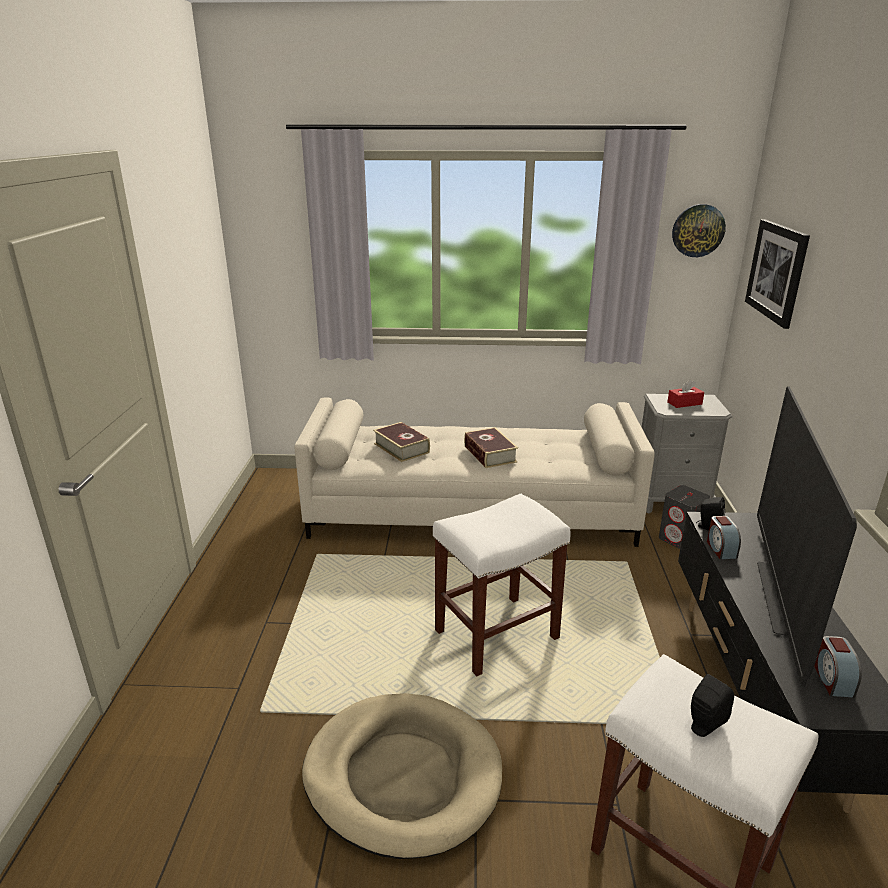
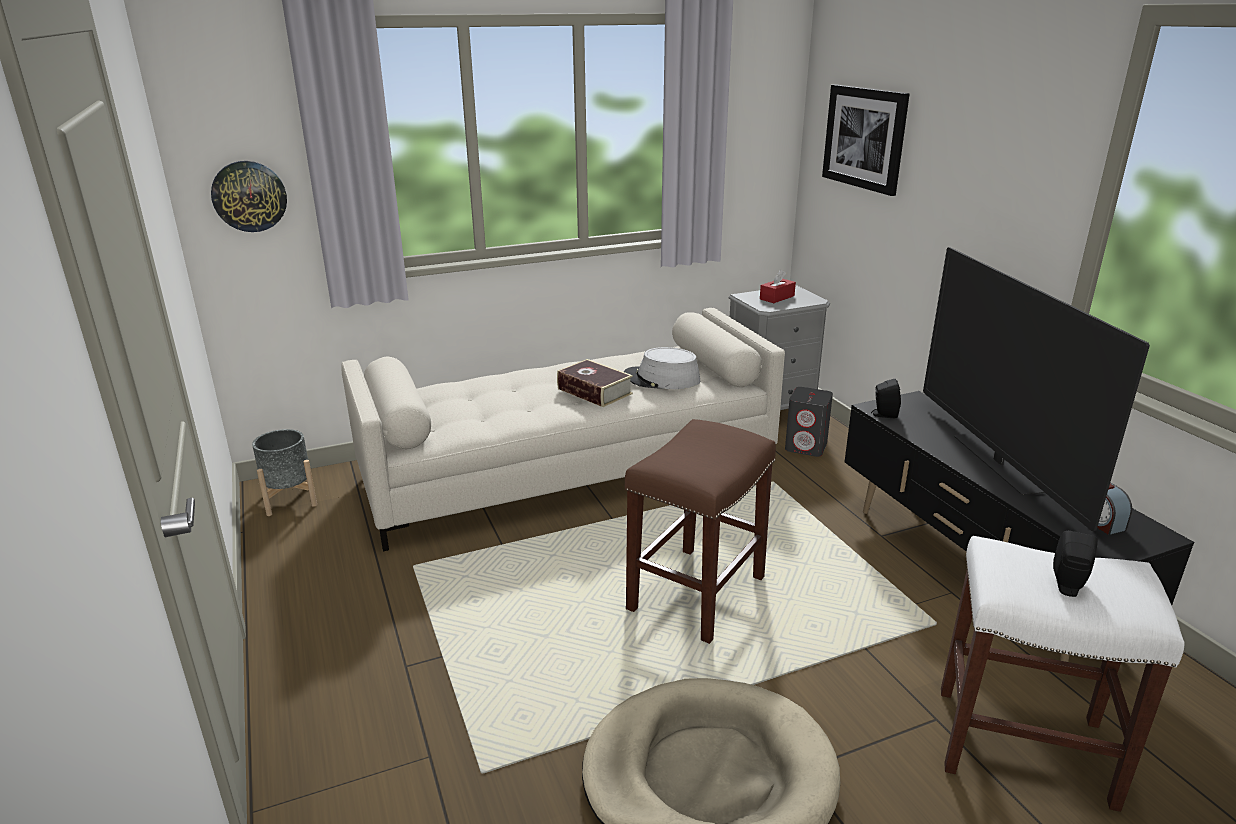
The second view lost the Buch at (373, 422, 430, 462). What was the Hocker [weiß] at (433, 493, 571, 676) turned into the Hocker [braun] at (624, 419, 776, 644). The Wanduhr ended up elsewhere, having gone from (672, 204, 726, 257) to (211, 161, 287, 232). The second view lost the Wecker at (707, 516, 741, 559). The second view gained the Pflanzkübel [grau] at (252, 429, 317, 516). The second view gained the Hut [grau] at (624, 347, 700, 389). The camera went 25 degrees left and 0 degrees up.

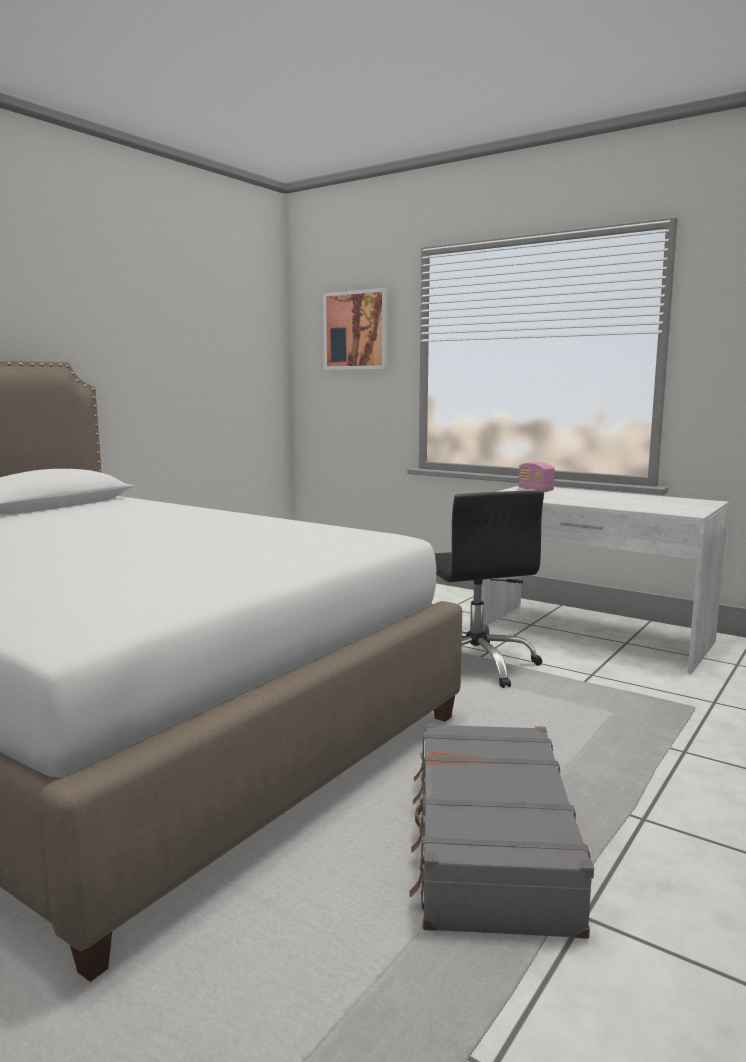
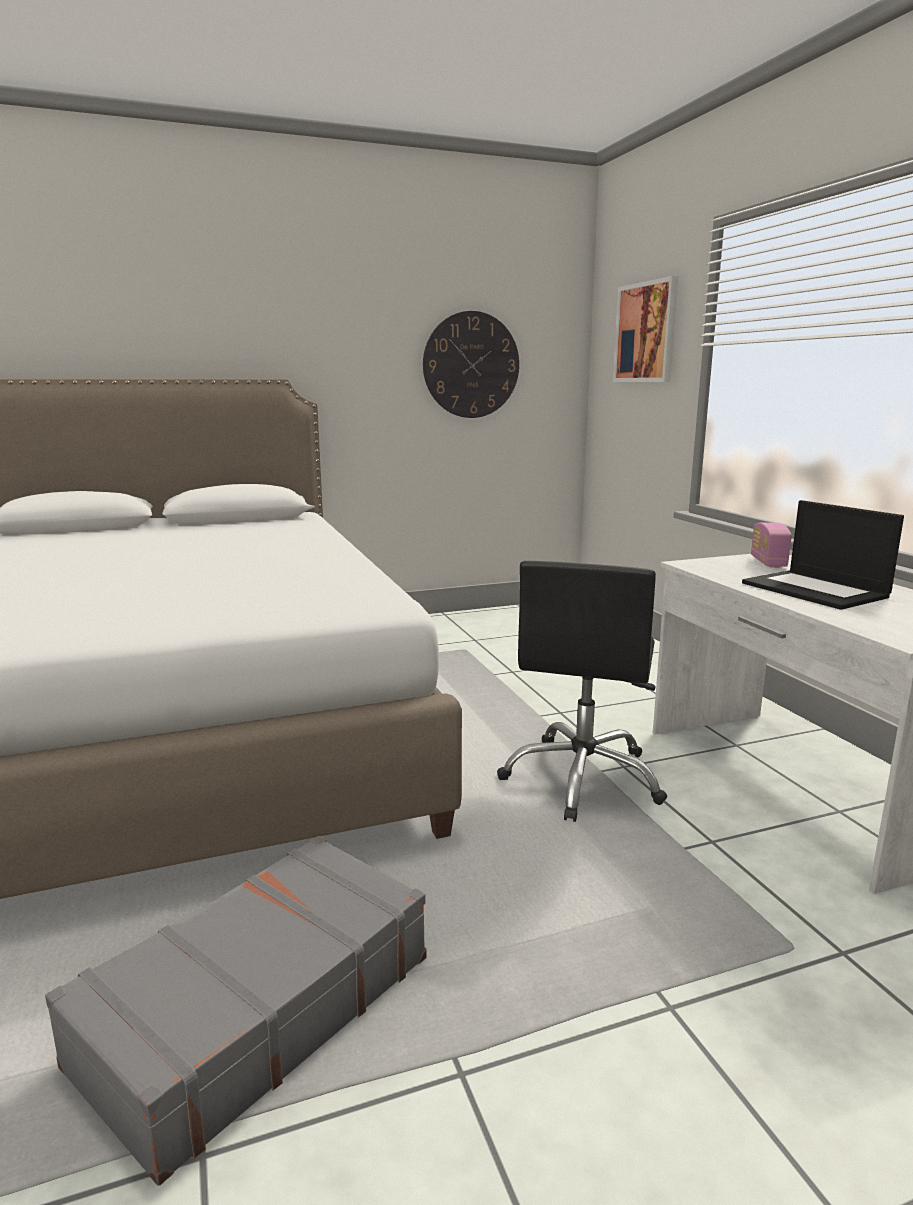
The second view gained the Wanduhr at (423, 311, 519, 418). The second view gained the Laptop at (742, 500, 904, 610). The camera went 35 degrees right and 5 degrees up.

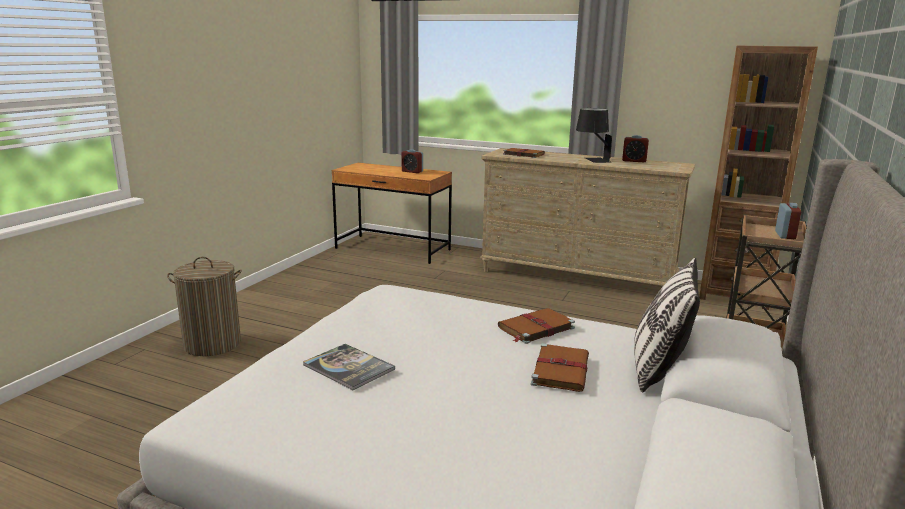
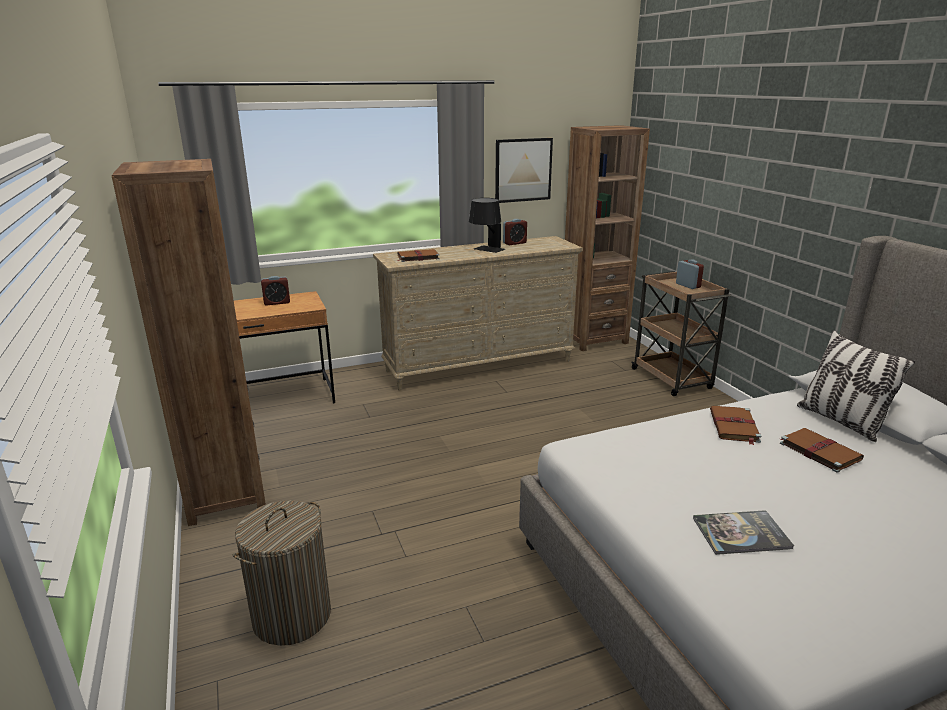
The second view gained the Bücherregal [braun] at (112, 159, 266, 526). The second view gained the Bild at (495, 138, 553, 203). The camera went 45 degrees left and 5 degrees up.

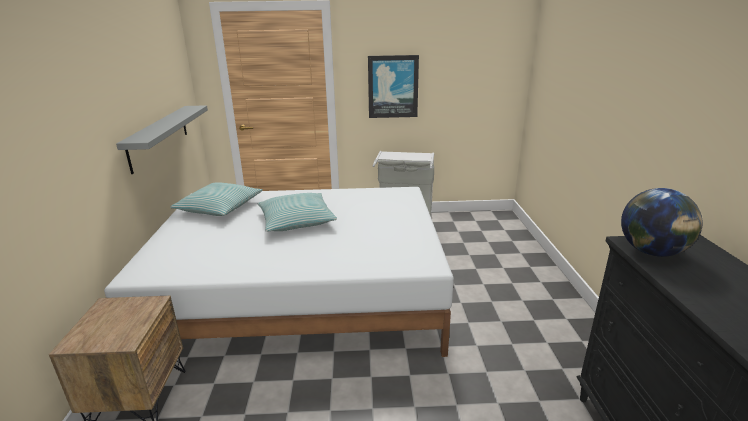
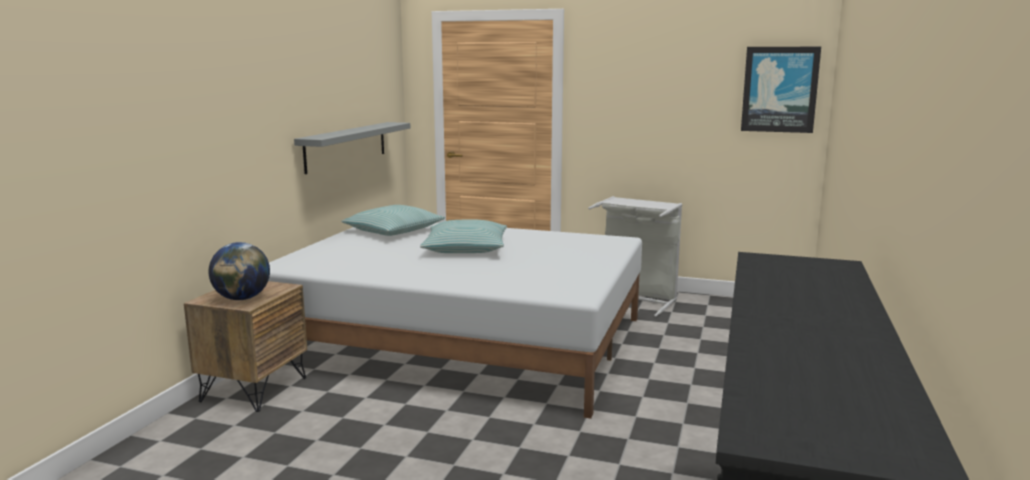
The Bild ended up elsewhere, having gone from (368, 55, 419, 118) to (741, 47, 821, 133). The Globus ended up elsewhere, having gone from (621, 188, 703, 257) to (208, 242, 270, 300). The camera went 20 degrees right and 10 degrees down.

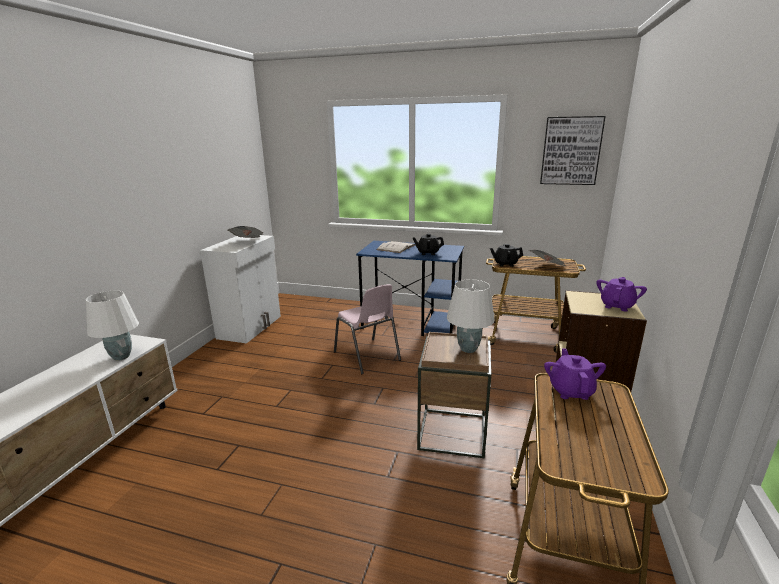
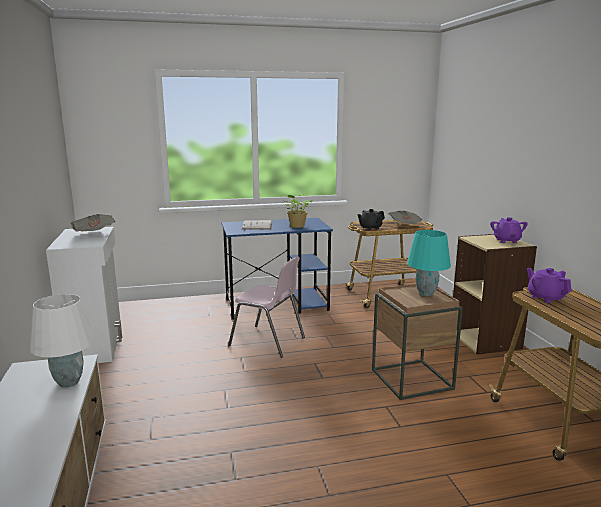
Where the Teekanne [schwarz] stood at (413, 234, 444, 255), the Topfpflanze came to stand at (285, 194, 312, 228). What was the Tischlampe [weiß] at (447, 279, 495, 353) turned into the Tischlampe [türkis] at (407, 230, 451, 296). The second view lost the Bild at (540, 116, 606, 185). The camera went 30 degrees left and 5 degrees down.

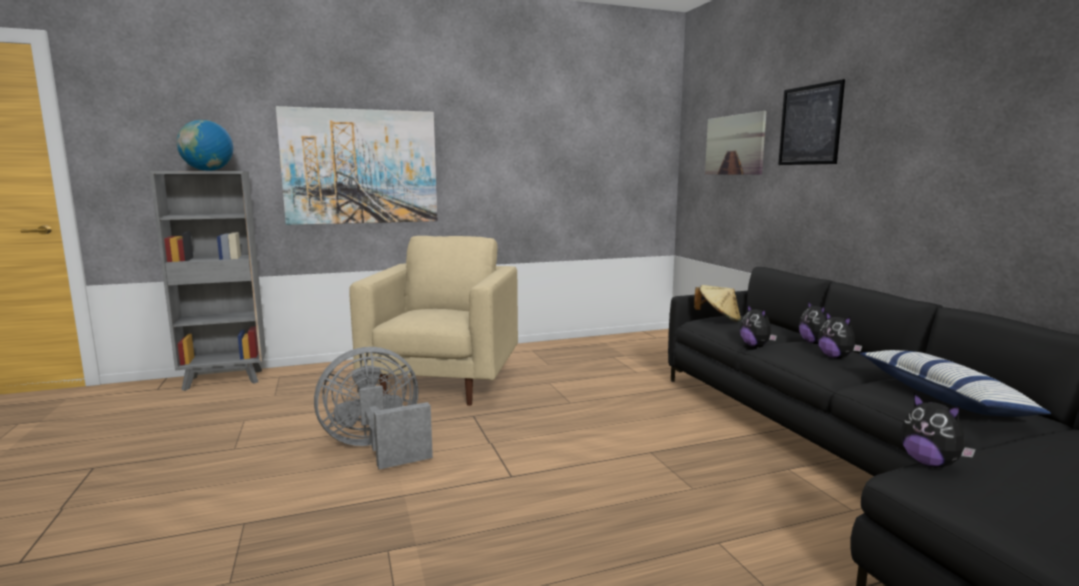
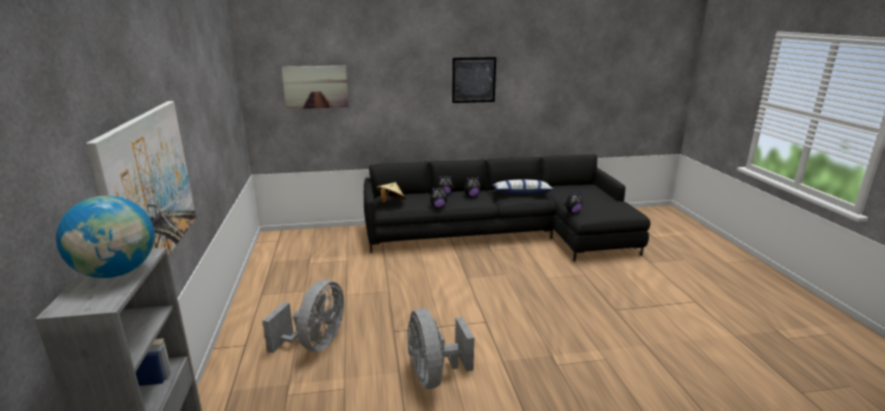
Where the Sessel [beige] stood at (349, 236, 518, 406), the Ventilator [grau] came to stand at (262, 280, 344, 353). The Bild ended up elsewhere, having gone from (778, 79, 845, 165) to (452, 57, 496, 103). The camera went 80 degrees left and 10 degrees up.

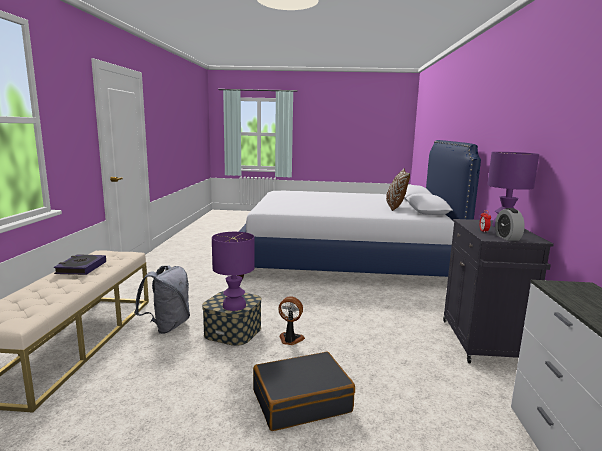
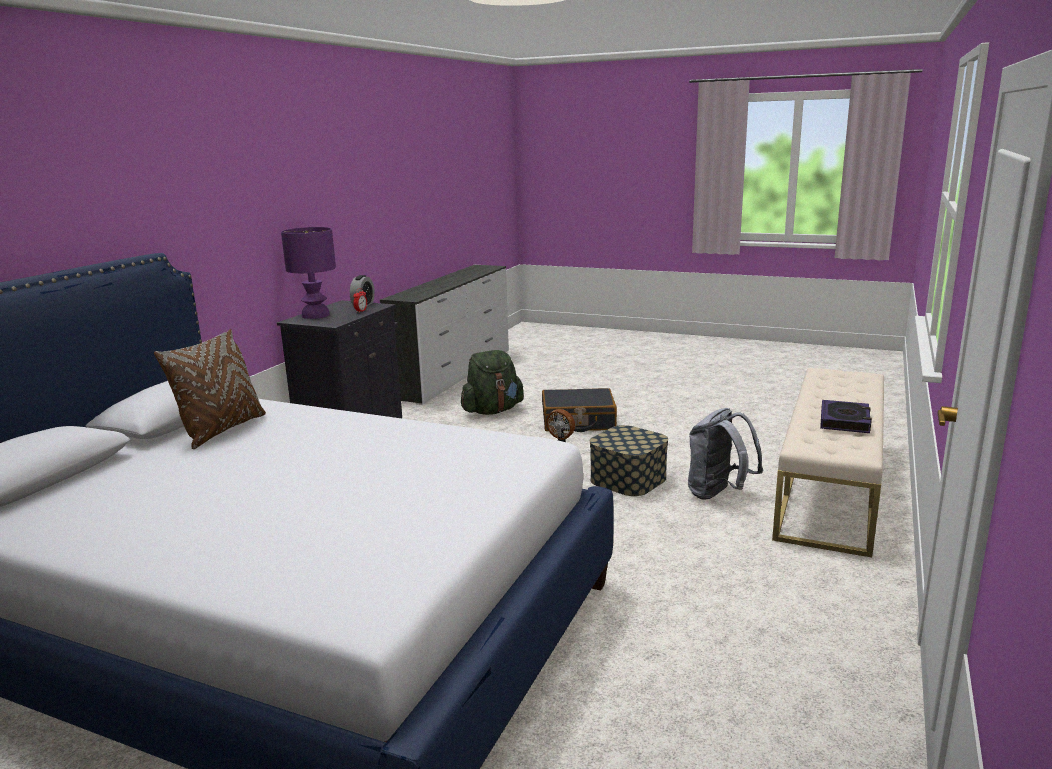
The second view lost the Tischlampe [lila] at (212, 232, 255, 311). The second view gained the Rucksack [grün] at (461, 350, 524, 415). The camera went 160 degrees left and 5 degrees up.

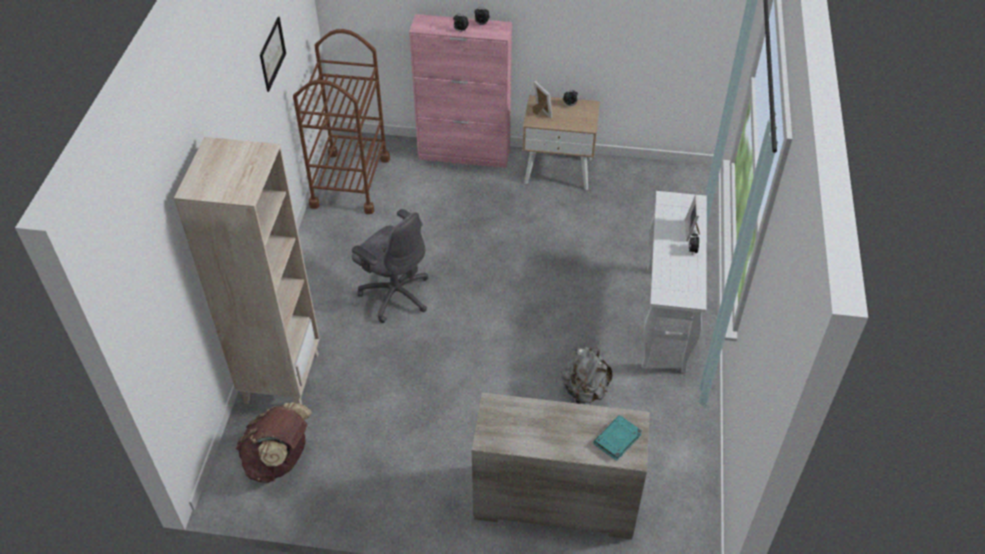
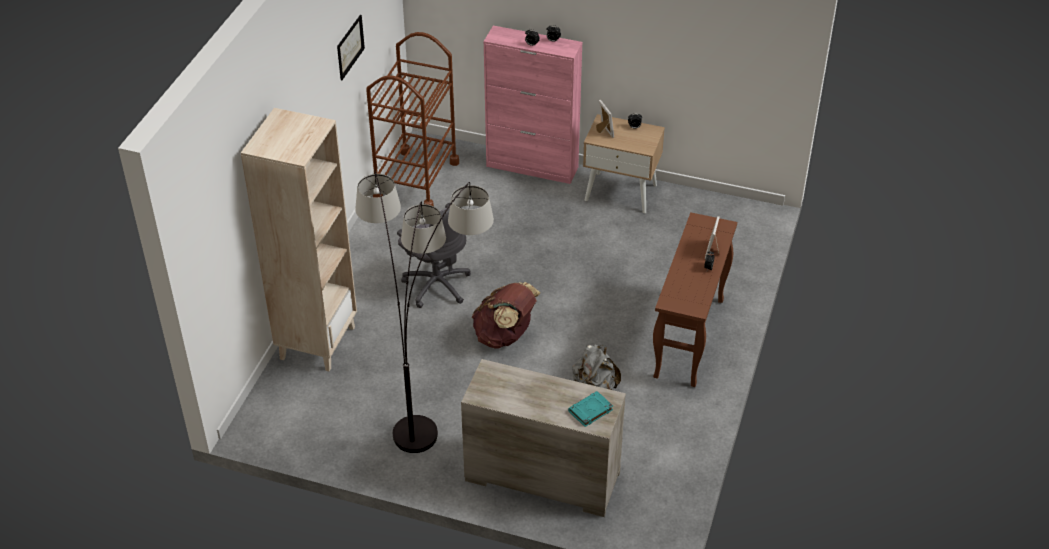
The Rucksack [braun] ended up elsewhere, having gone from (236, 402, 312, 483) to (472, 282, 541, 349). What was the Konsolentisch [weiß] at (642, 191, 707, 373) turned into the Konsolentisch [braun] at (653, 212, 737, 387). The second view gained the Stehlampe at (355, 171, 494, 453). The camera went 10 degrees right and 5 degrees down.

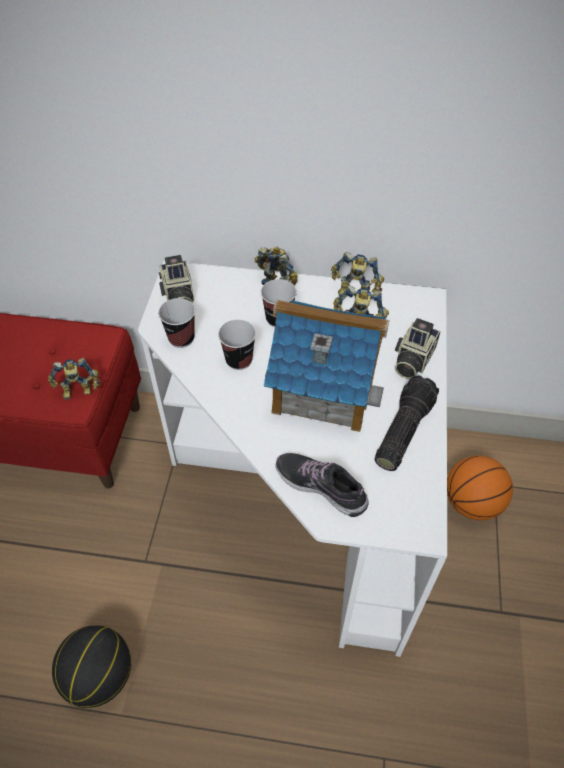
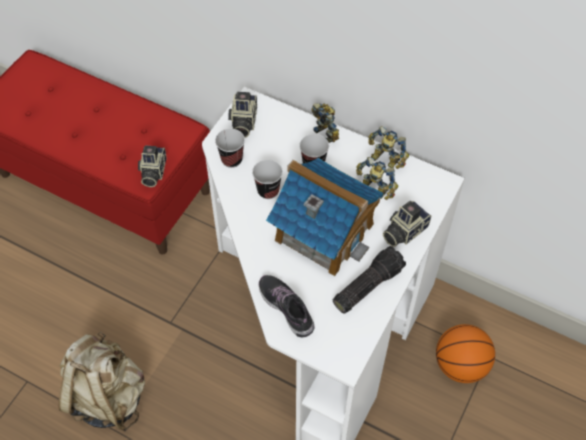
Where the Spielzeugroboter stood at (48, 357, 100, 400), the Kamera came to stand at (138, 145, 166, 187). Where the Basketball stood at (52, 625, 131, 708), the Rucksack [beige] came to stand at (59, 332, 145, 431). The camera went 20 degrees right and 5 degrees up.

